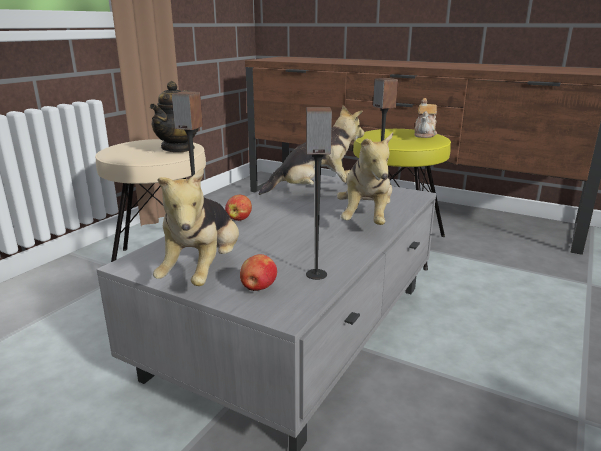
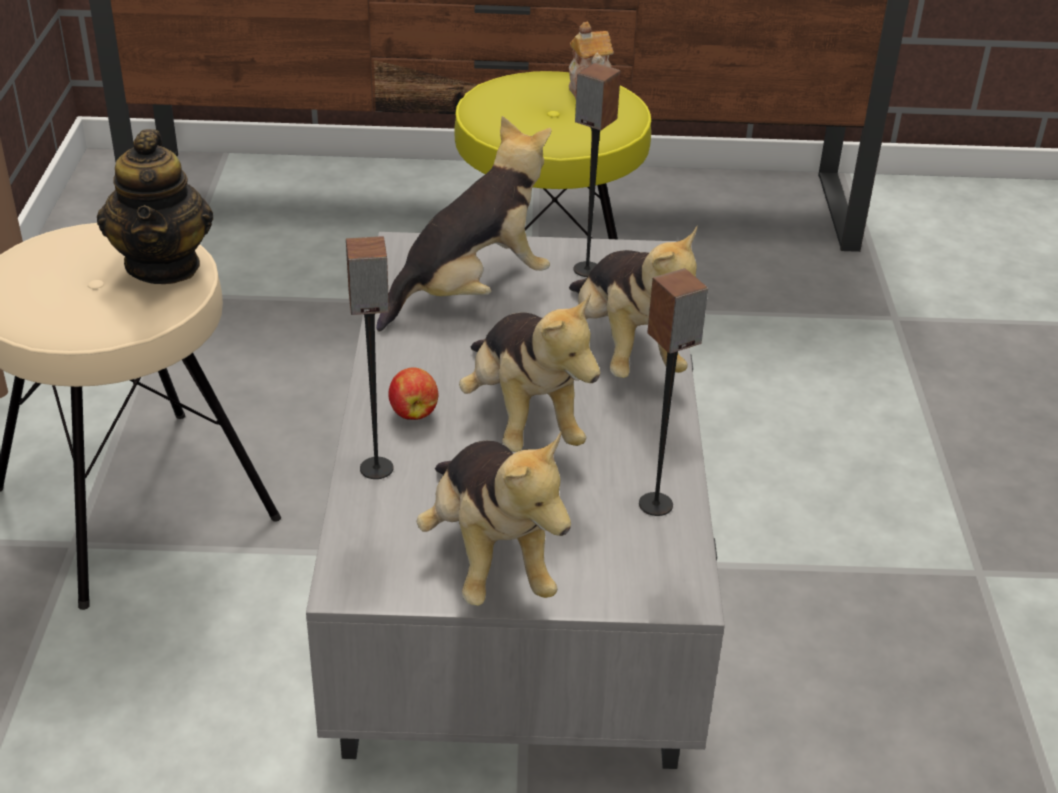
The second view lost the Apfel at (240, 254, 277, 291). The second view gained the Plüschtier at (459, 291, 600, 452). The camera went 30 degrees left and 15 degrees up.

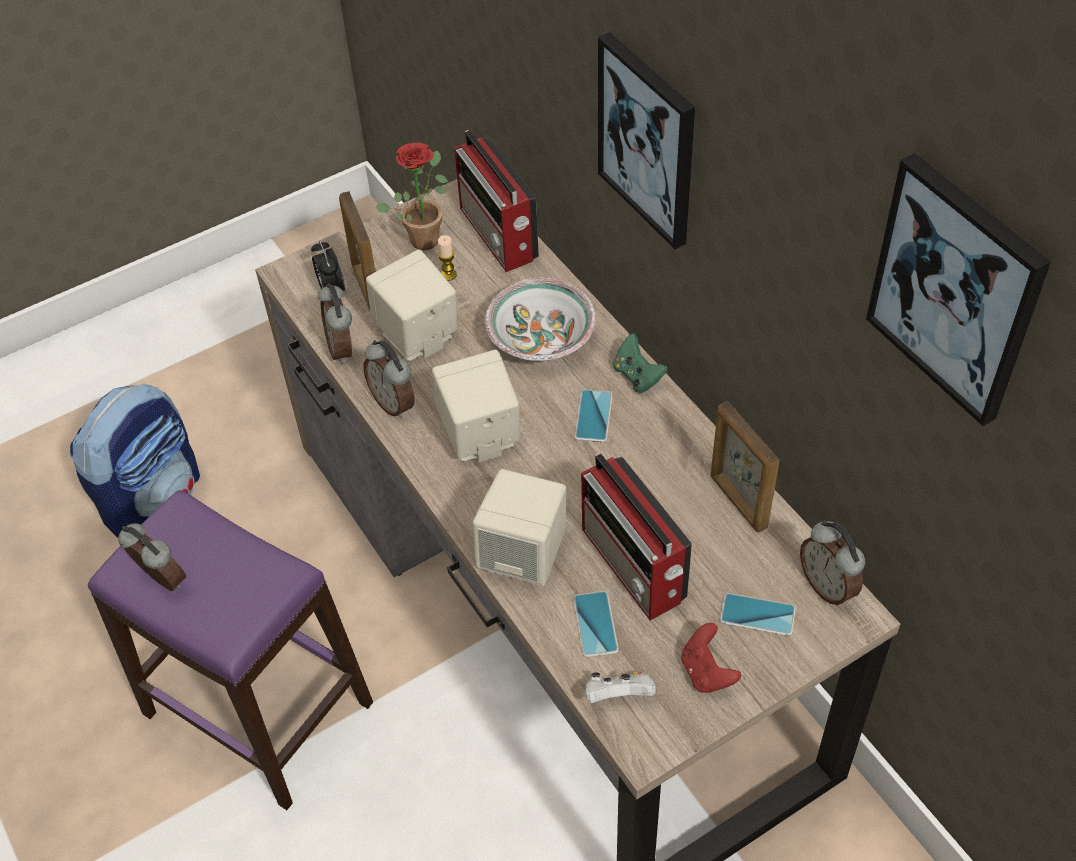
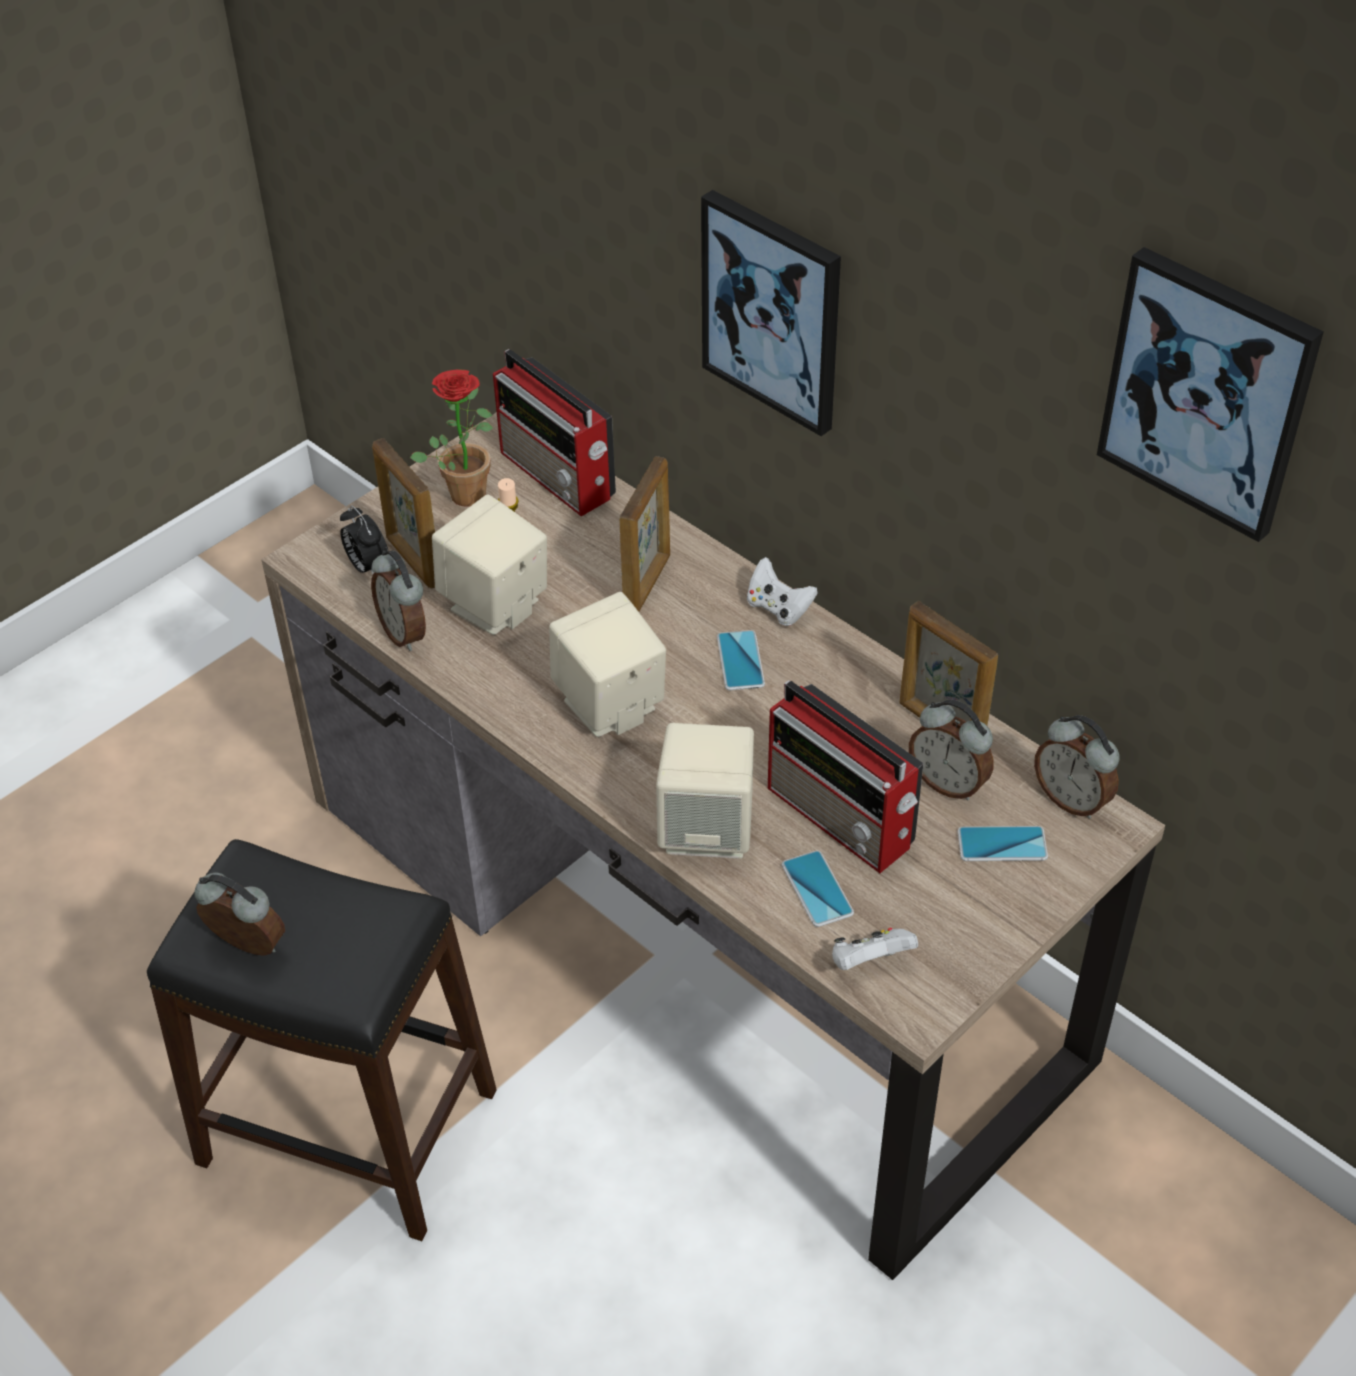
The second view lost the Rucksack at (70, 383, 200, 538). What was the Hocker [lila] at (88, 490, 373, 810) turned into the Hocker [schwarz] at (147, 839, 497, 1241). The Wecker ended up elsewhere, having gone from (363, 340, 415, 419) to (909, 700, 994, 801). Where the Schüssel stood at (485, 277, 596, 361), the Bilderrahmen came to stand at (619, 456, 670, 612). What was the Gamepad [grün] at (613, 334, 668, 393) turned into the Gamepad [weiß] at (747, 557, 818, 626). The second view lost the Gamepad [rot] at (681, 623, 741, 693). The camera went 15 degrees left and 5 degrees down.

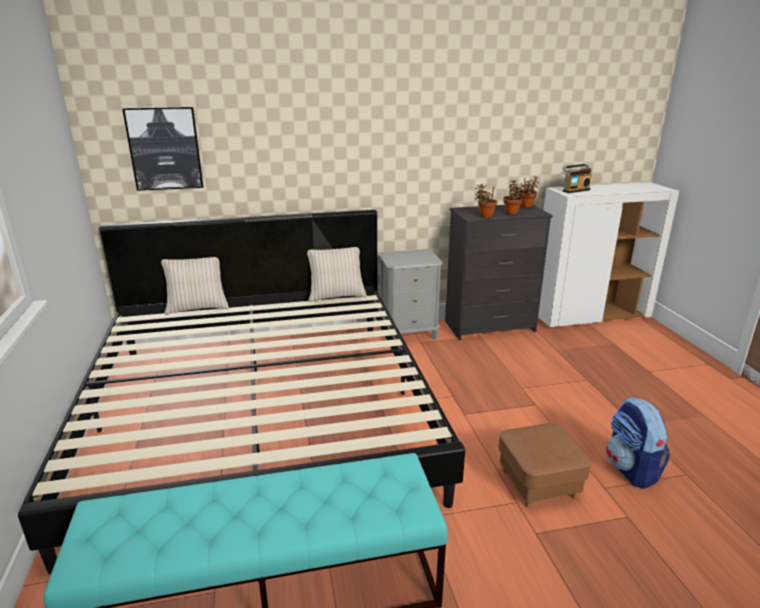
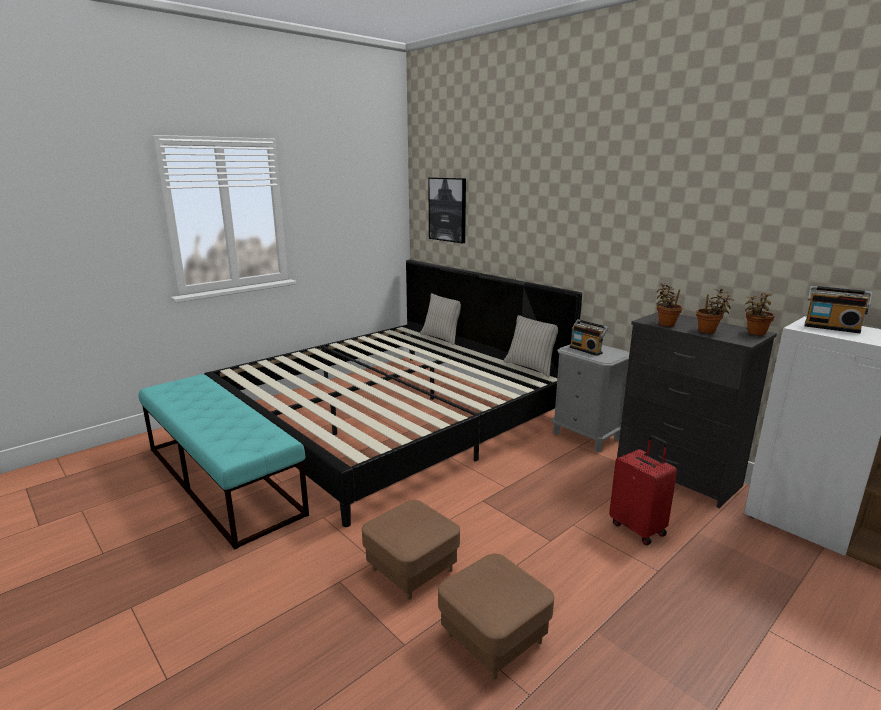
Where the Rucksack stood at (606, 397, 670, 489), the Polsterhocker [braun] came to stand at (438, 553, 554, 680). The second view gained the Radio at (570, 319, 608, 356). The second view gained the Koffer [rot] at (609, 435, 677, 545). The camera went 60 degrees right and 5 degrees down.

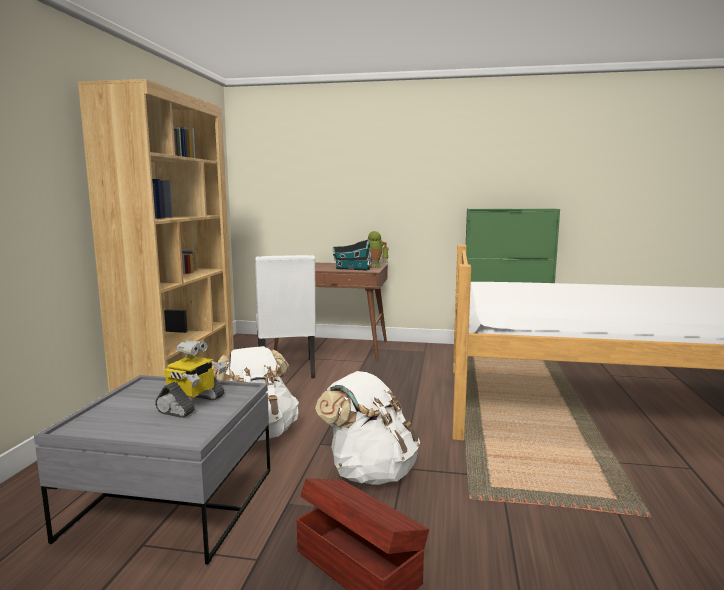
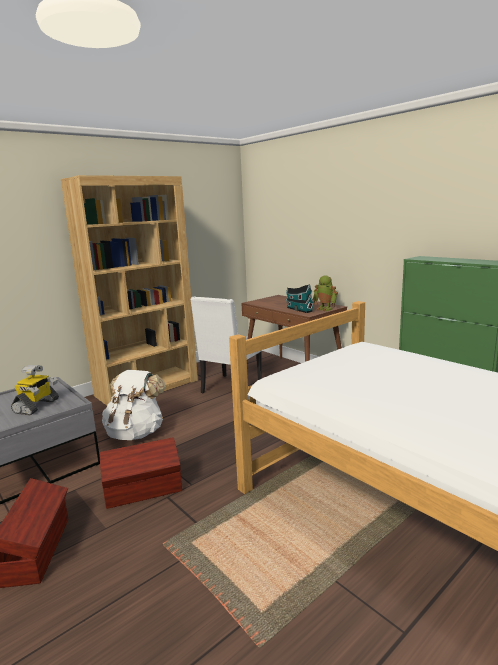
The Spielzeugroboter at (155, 340, 226, 418) ended up facing another way, 45 degrees counterclockwise from before. Where the Rucksack [weiß] stood at (315, 371, 420, 485), the Aufbewahrungsbox [braun] came to stand at (99, 437, 182, 509). The camera went 40 degrees right and 5 degrees up.

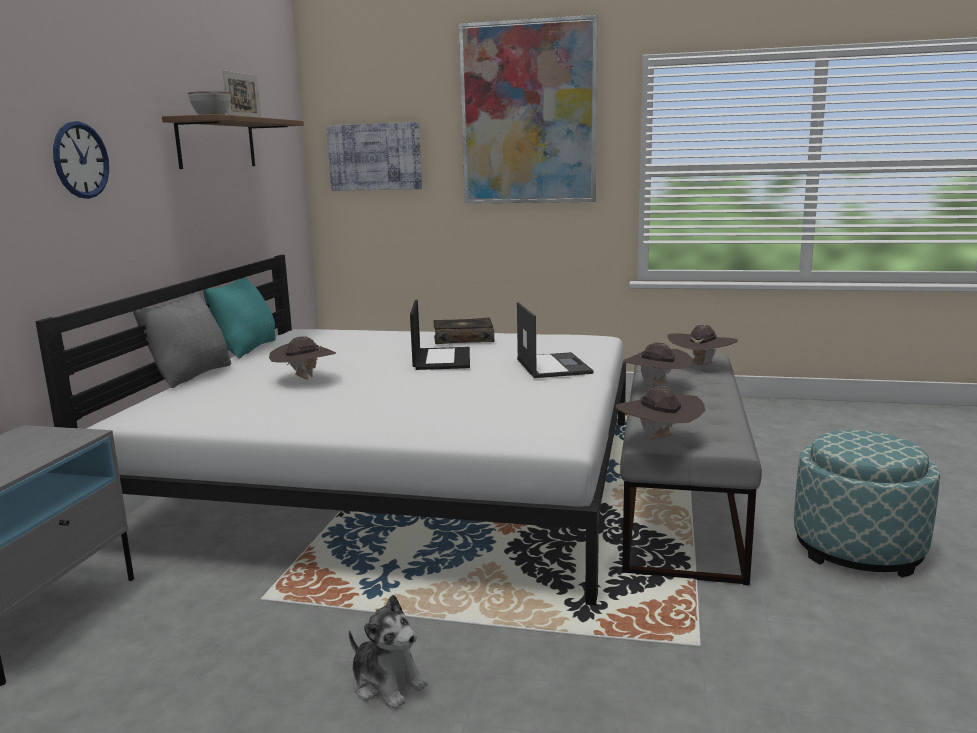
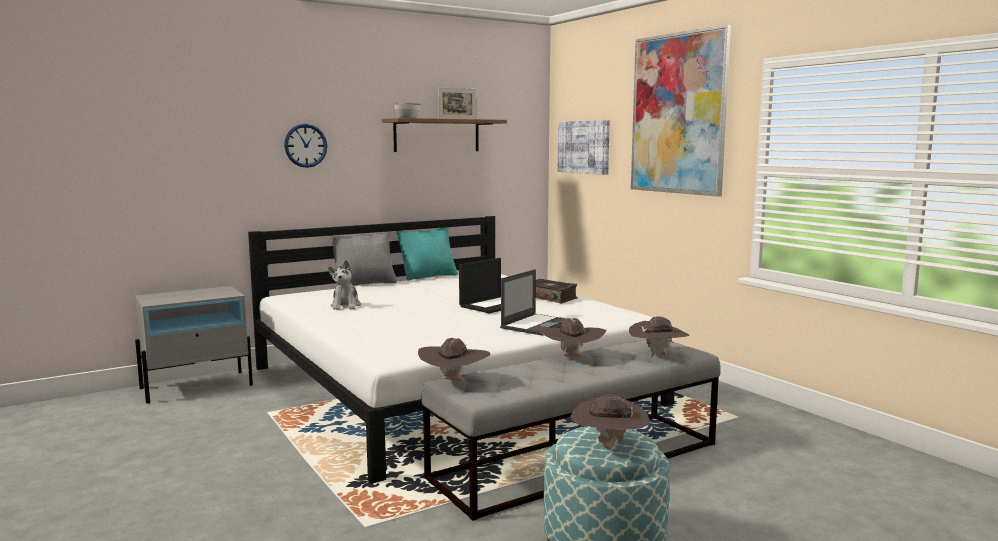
The Hut [braun] ended up elsewhere, having gone from (269, 336, 336, 380) to (570, 394, 650, 448). The Plüschtier ended up elsewhere, having gone from (349, 595, 428, 709) to (328, 260, 361, 310). The camera went 45 degrees right and 5 degrees down.

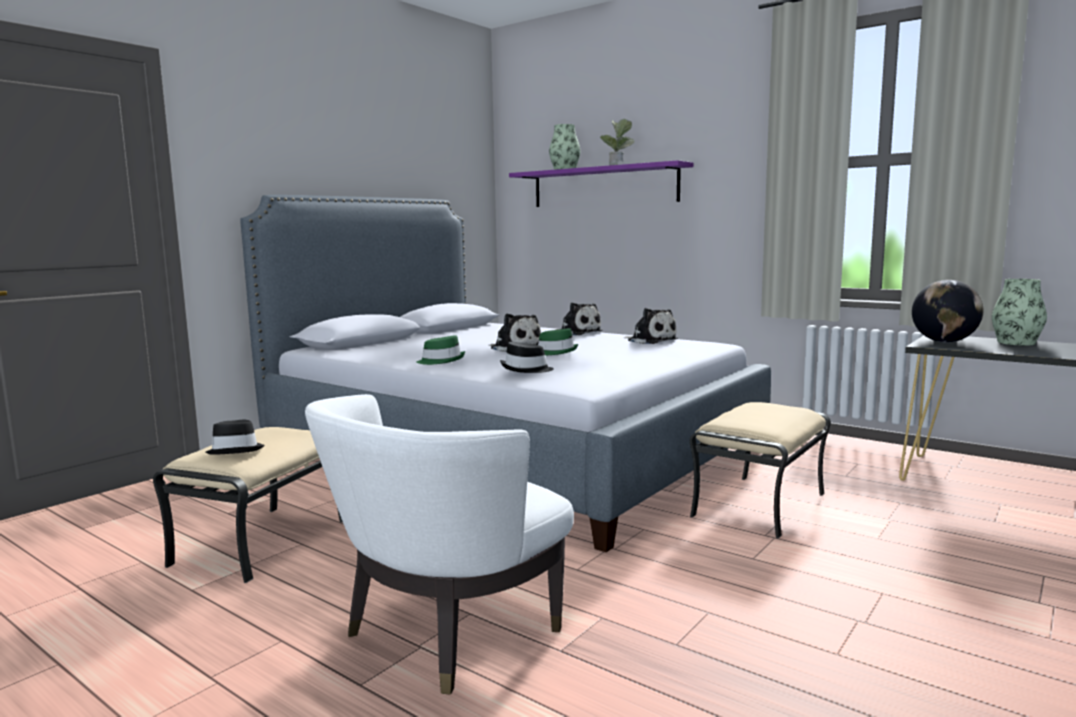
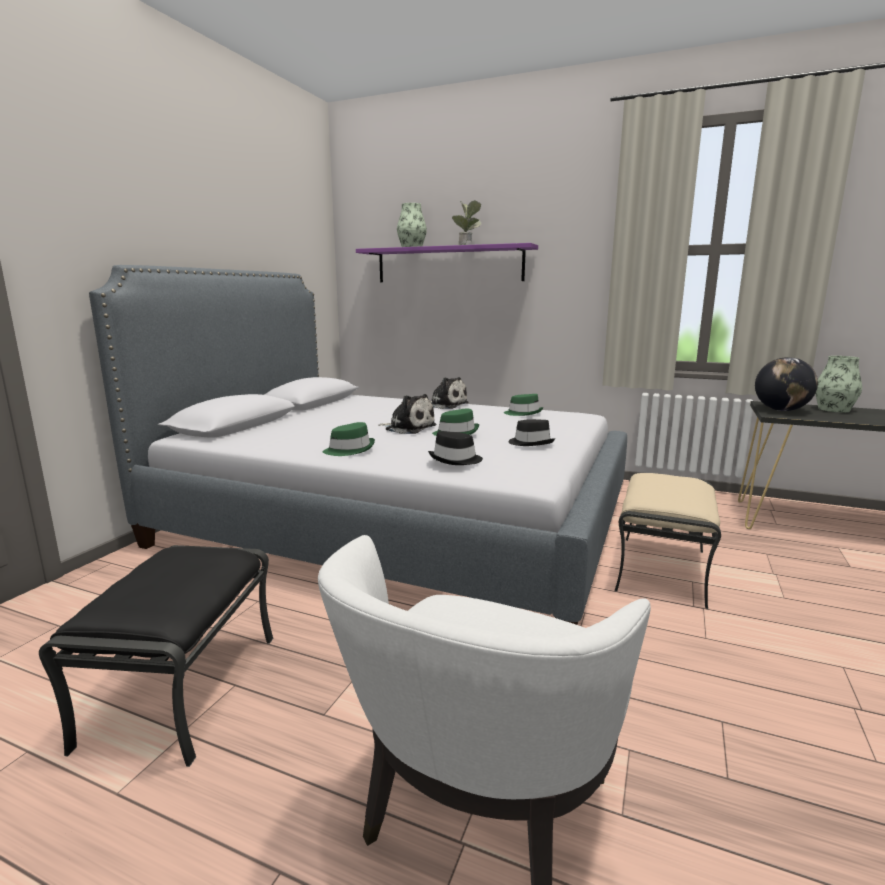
What was the Polsterhocker [beige] at (153, 427, 343, 583) turned into the Polsterhocker [schwarz] at (39, 545, 273, 767). The Hut [schwarz] ended up elsewhere, having gone from (205, 420, 265, 455) to (509, 419, 555, 446). Where the Plüschtier stood at (624, 308, 678, 344), the Hut [grün] came to stand at (504, 394, 543, 416). The camera went 15 degrees left and 5 degrees up.

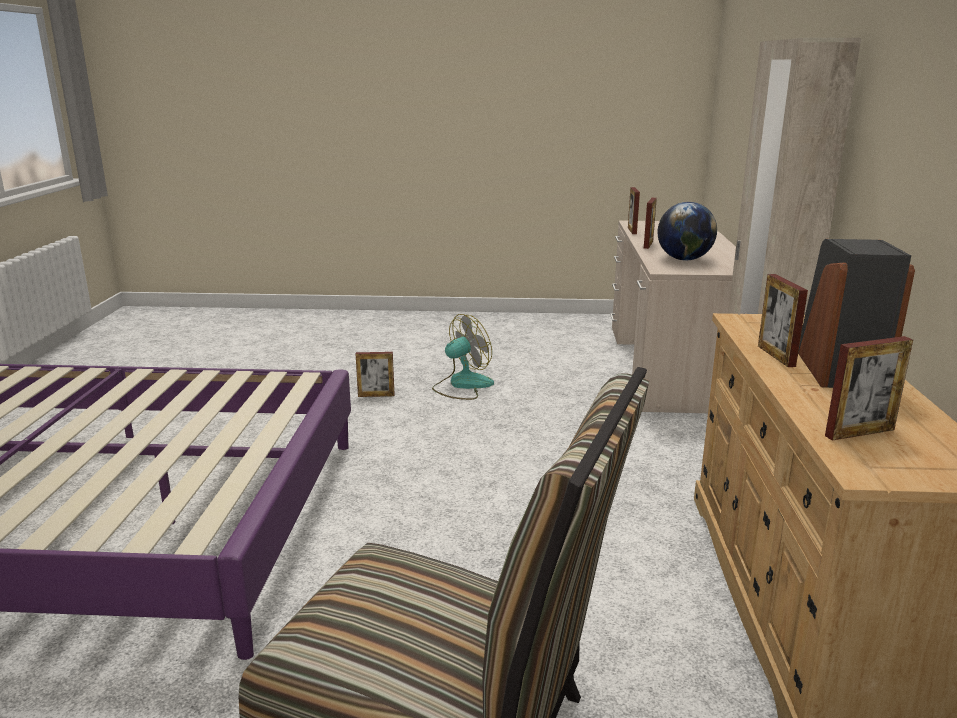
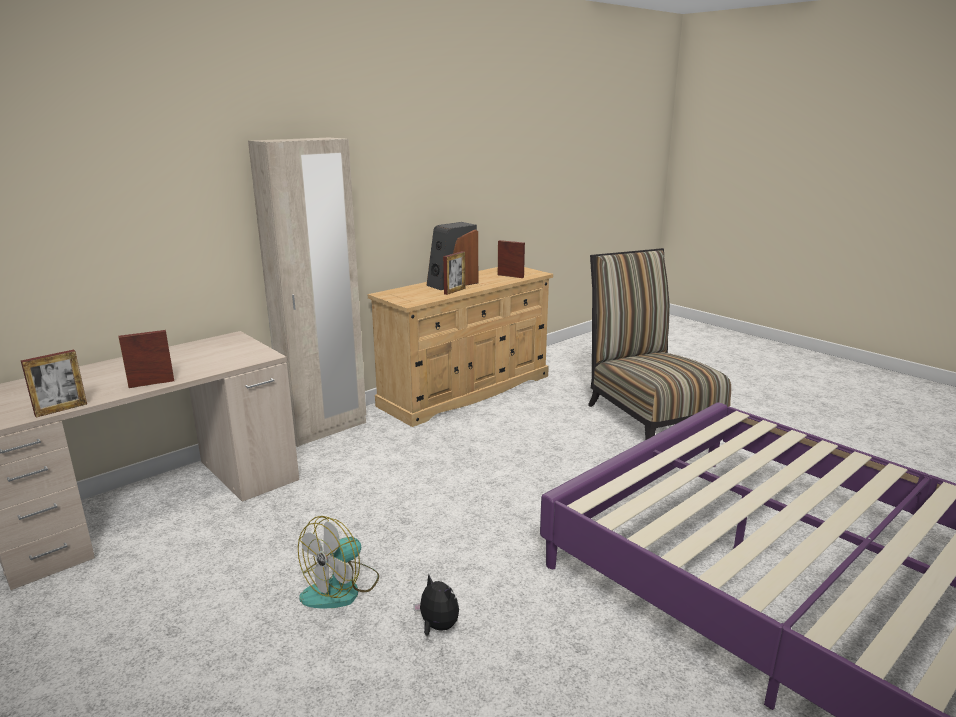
Where the Bilderrahmen stood at (356, 352, 395, 397), the Plüschtier came to stand at (413, 574, 459, 636). The Ventilator at (432, 314, 494, 400) ended up facing another way, 60 degrees counterclockwise from before. The second view lost the Globus at (658, 202, 717, 260). The camera went 135 degrees left and 0 degrees up.

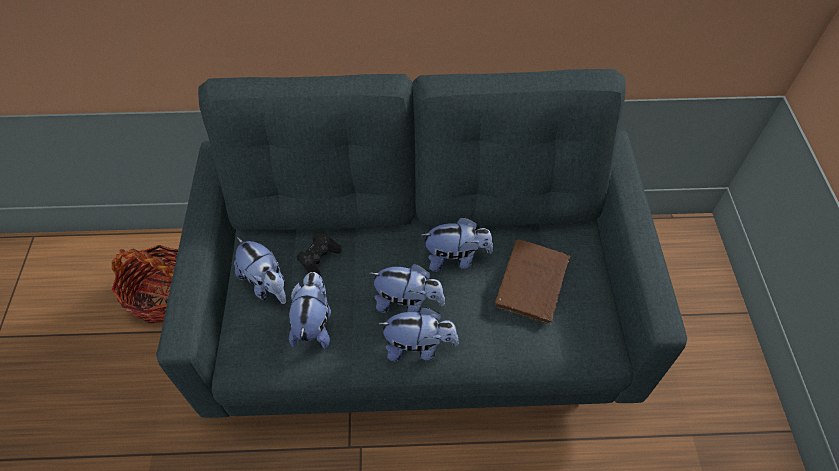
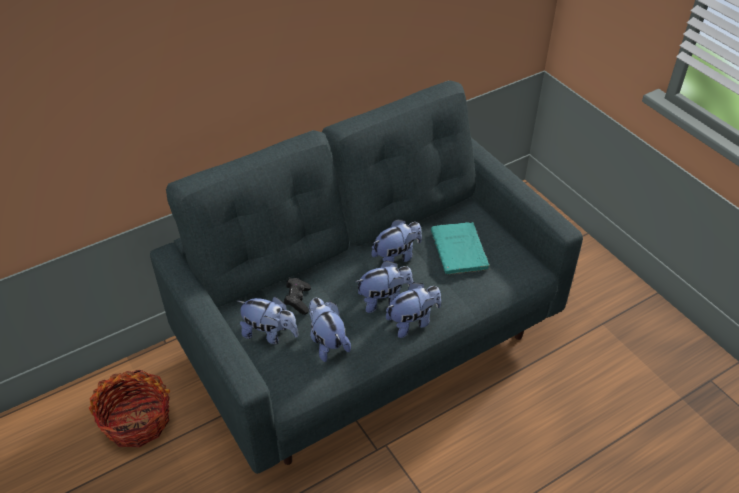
What was the Buch [braun] at (495, 239, 570, 325) turned into the Buch [türkis] at (431, 222, 491, 275). The camera went 30 degrees left and 10 degrees down.

